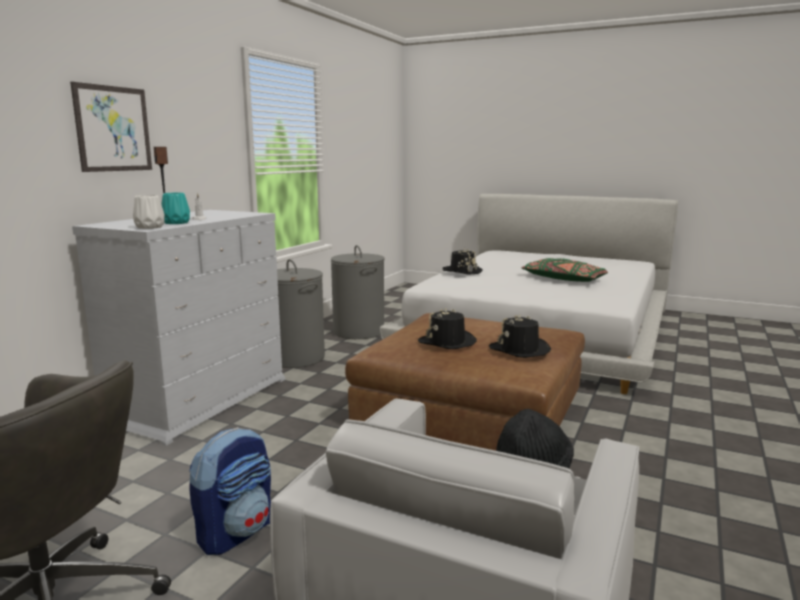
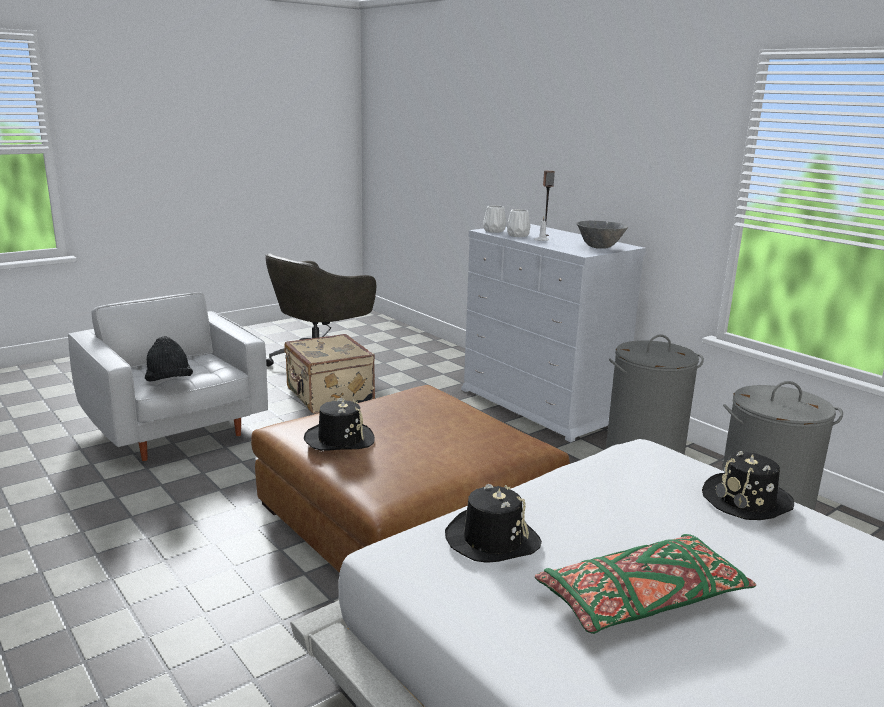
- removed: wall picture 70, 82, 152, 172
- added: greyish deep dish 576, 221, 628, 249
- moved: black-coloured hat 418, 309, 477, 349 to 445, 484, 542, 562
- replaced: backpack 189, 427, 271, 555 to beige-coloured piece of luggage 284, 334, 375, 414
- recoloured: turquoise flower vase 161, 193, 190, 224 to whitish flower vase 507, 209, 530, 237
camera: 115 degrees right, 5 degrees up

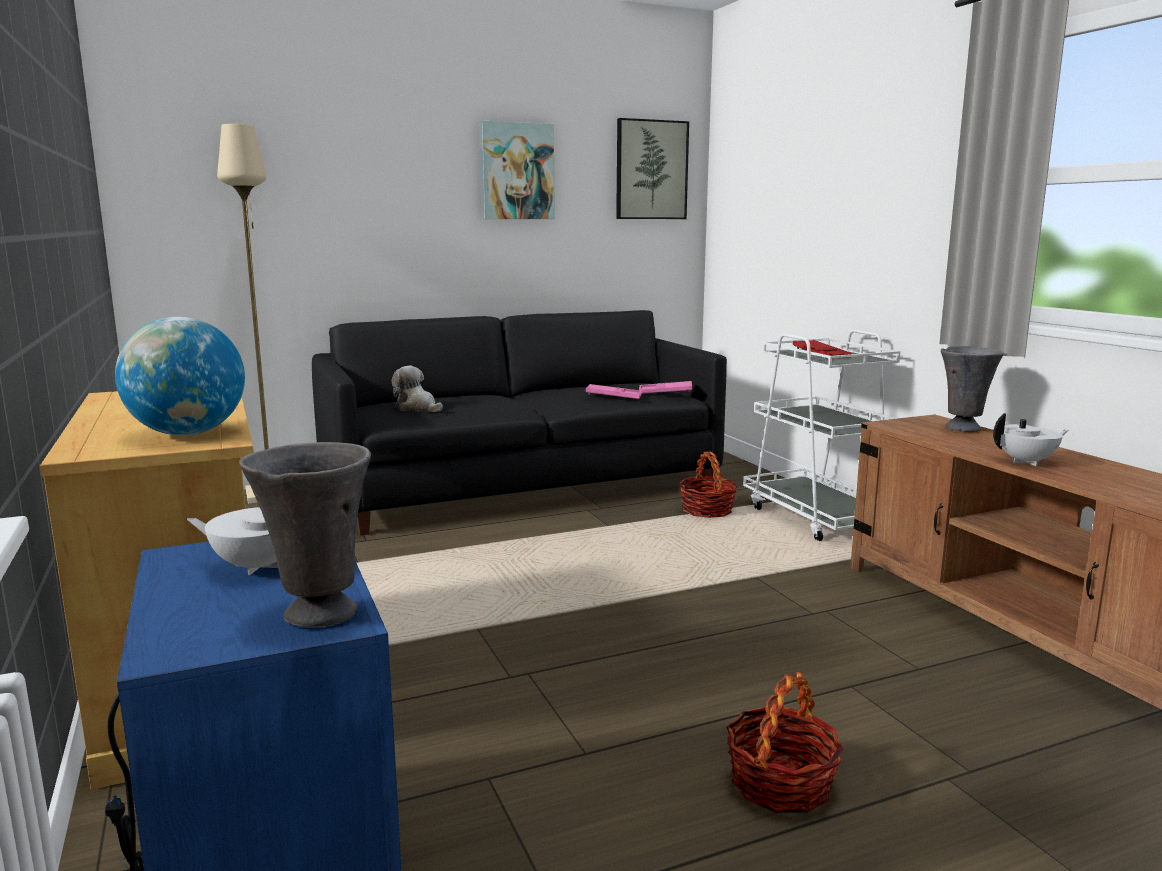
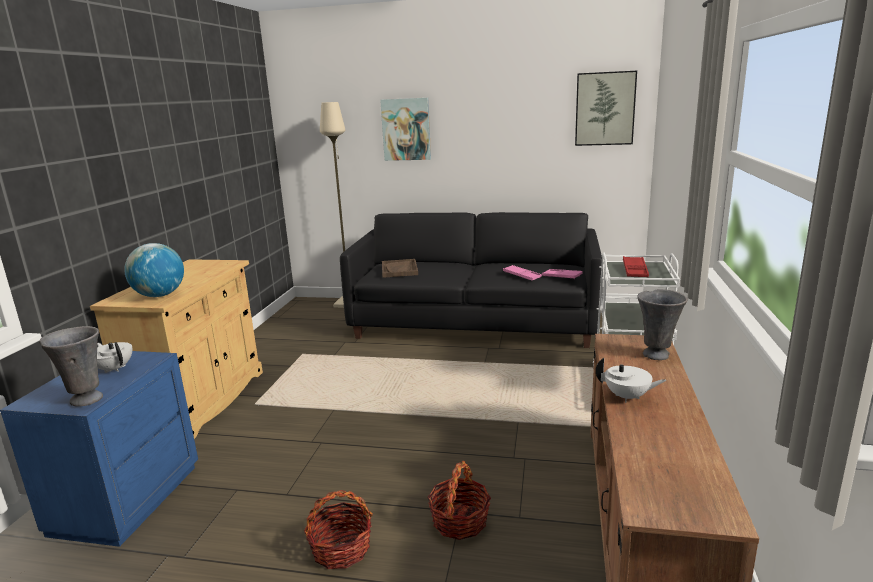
- moved: wall picture 480, 121, 555, 219 to 380, 98, 431, 161
- moved: household basket 679, 451, 738, 518 to 427, 461, 491, 540
- replaced: cuddly toy 392, 366, 443, 412 to brown-coloured carrying tray 382, 259, 418, 278
camera: 35 degrees right, 5 degrees up

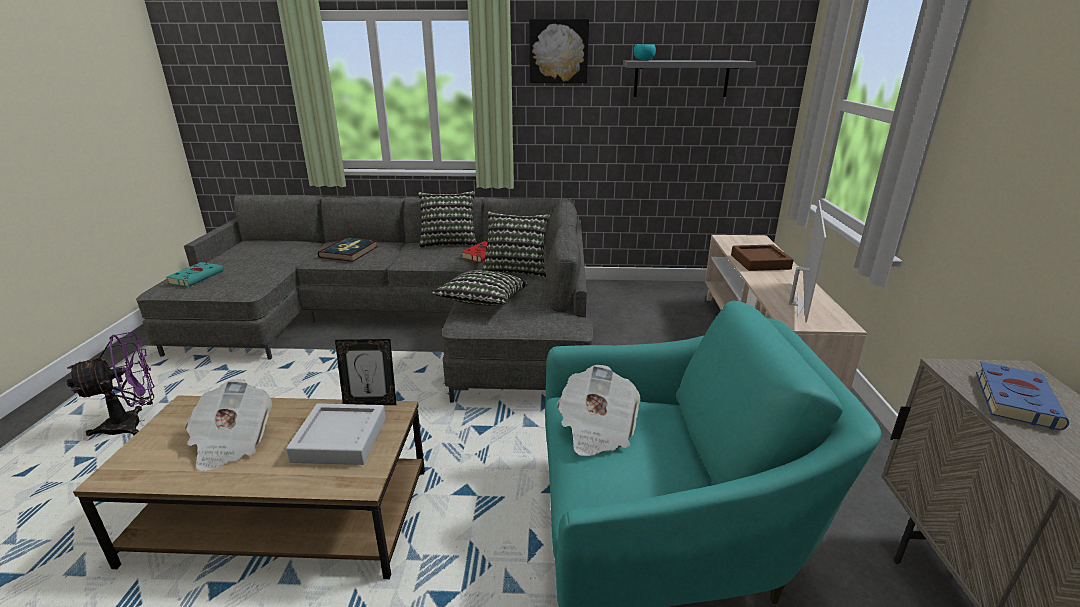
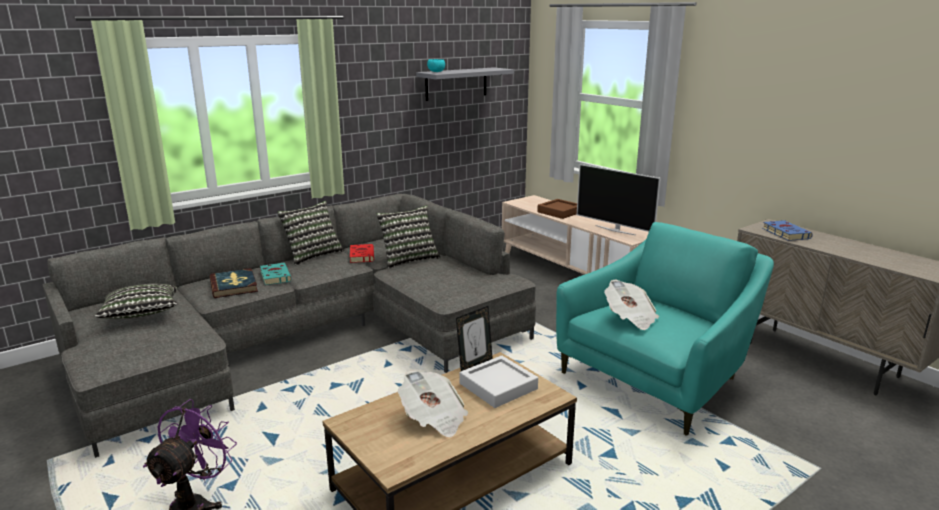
- removed: wall picture 529, 19, 589, 83
- moved: turquoise volume 166, 262, 223, 287 to 260, 263, 292, 285
- moved: cushion 432, 270, 528, 306 to 95, 284, 178, 319
- turned: TV 789, 200, 826, 323 = 577, 164, 661, 235 150 degrees clockwise
camera: 40 degrees left, 5 degrees down

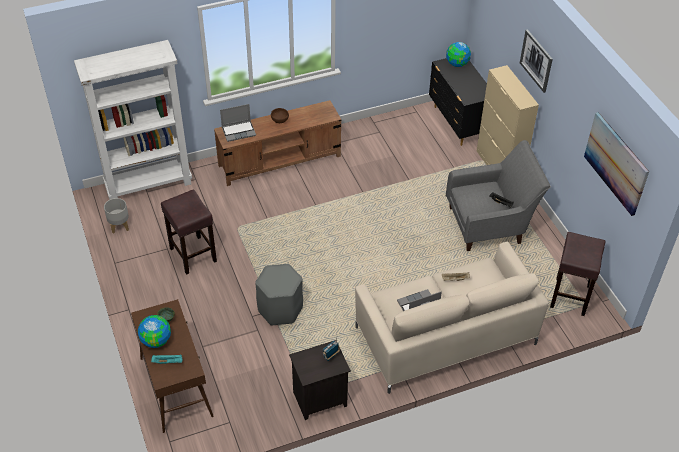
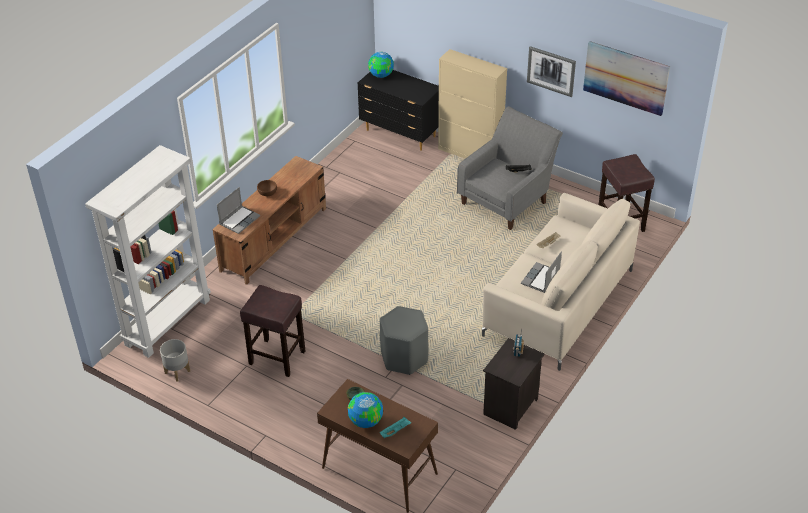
- moved: wall picture 520, 29, 553, 93 to 527, 46, 576, 97
camera: 35 degrees left, 5 degrees down

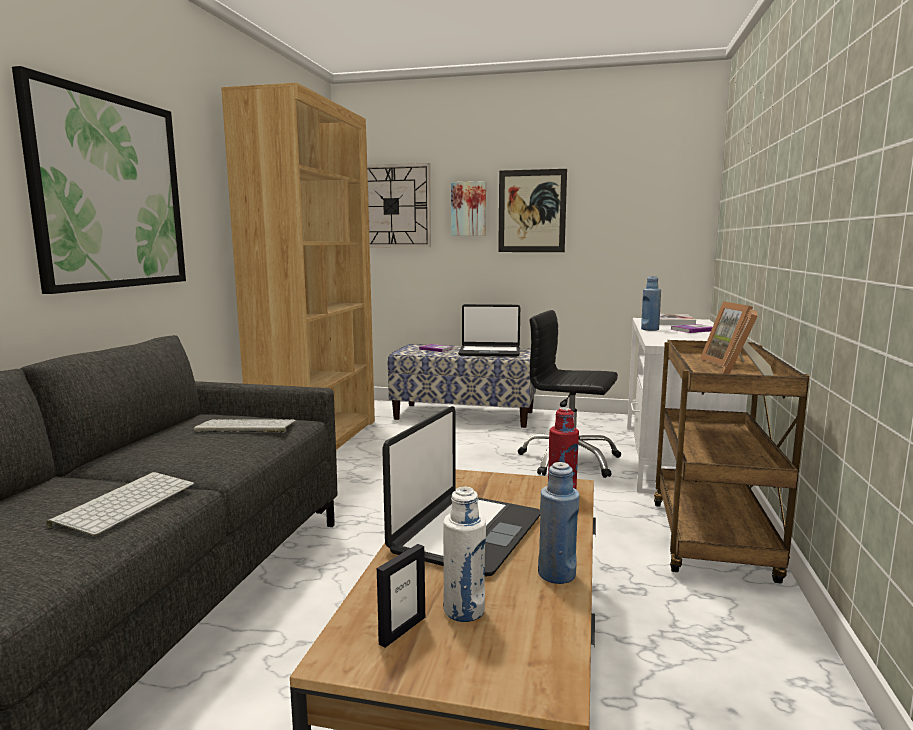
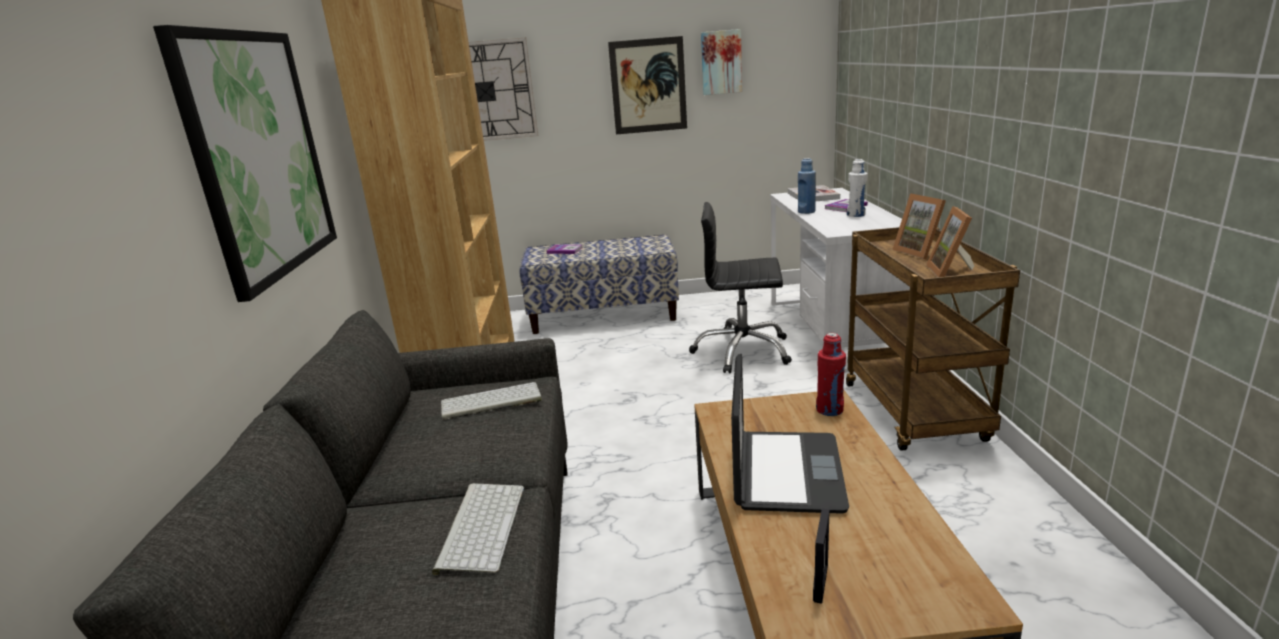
- removed: portable computer 458, 304, 520, 357
- removed: bluish bottle 538, 462, 580, 584
- moved: whitish bottle 443, 487, 486, 622 to 847, 159, 868, 217
- moved: wall picture 451, 181, 486, 236 to 701, 29, 742, 95
camera: 15 degrees left, 10 degrees up

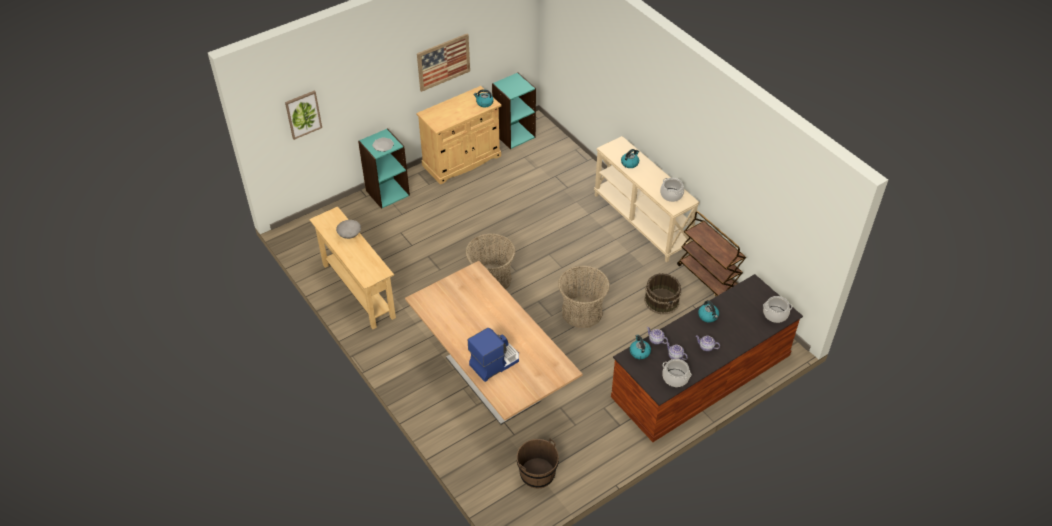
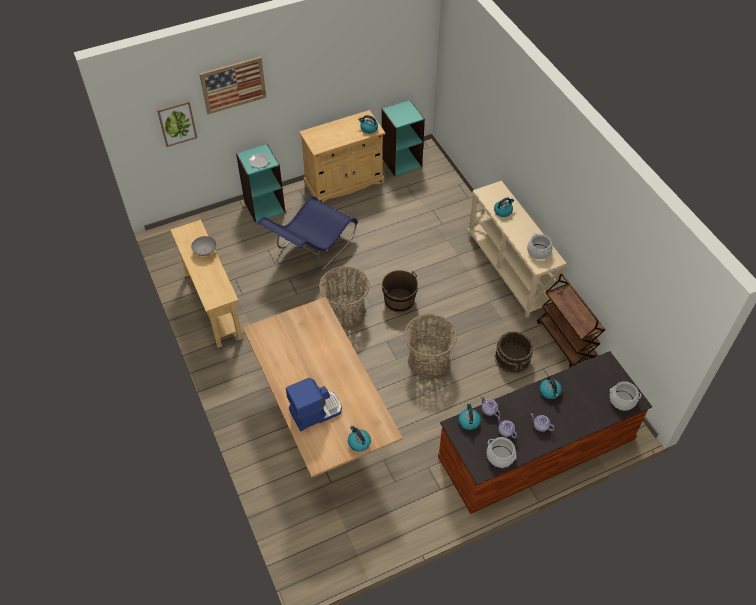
- added: bluish upright chair 257, 197, 358, 271
- added: kettle 348, 425, 371, 452
- moved: wall picture 417, 33, 470, 92 to 199, 56, 266, 114
- moved: brown-coloured pail 517, 439, 559, 489 to 382, 270, 418, 312
camera: 10 degrees right, 5 degrees up

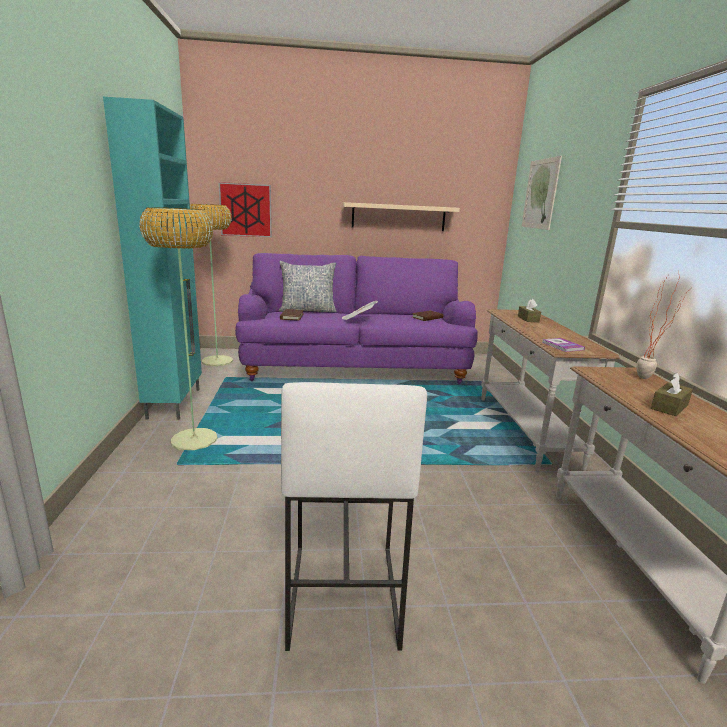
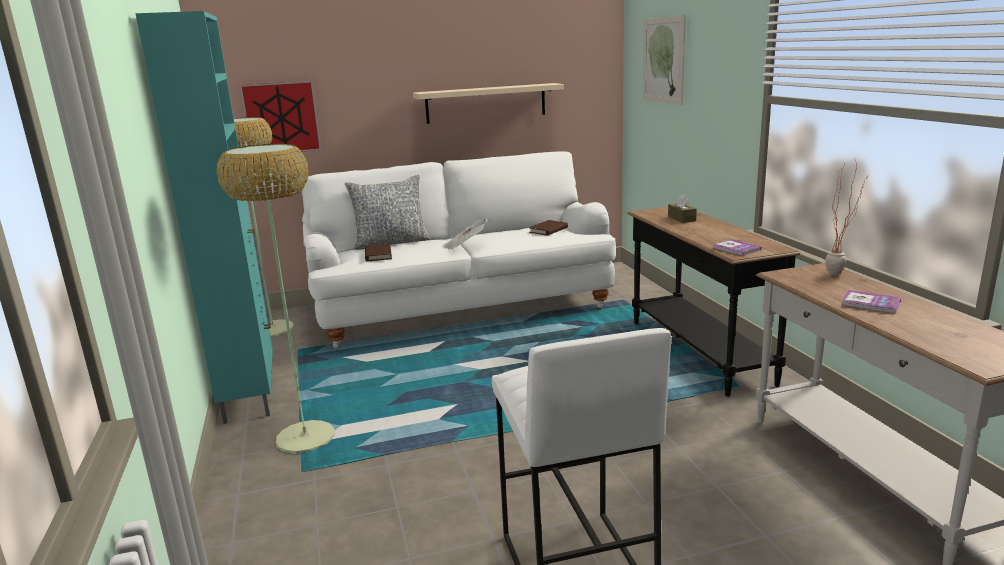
- replaced: brown-coloured tissue box 651, 373, 693, 416 to volume 842, 290, 901, 314
- recoloured: purple couch 235, 253, 478, 384 to whitish couch 302, 151, 616, 349
- recoloured: whitish console table 481, 309, 620, 471 to black-coloured console table 627, 207, 800, 397
camera: 10 degrees left, 0 degrees up

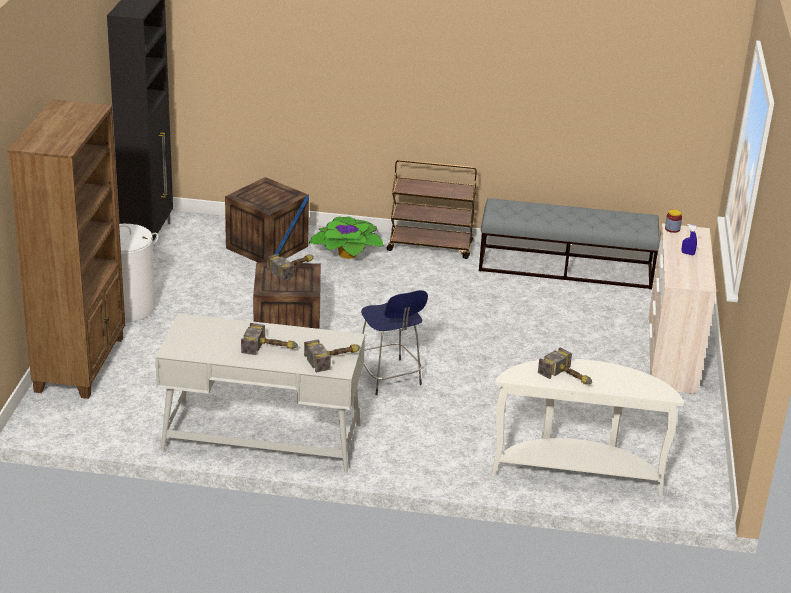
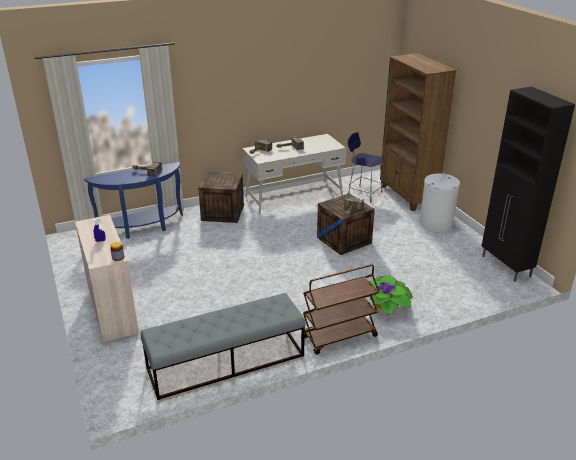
- moved: crate 225, 177, 309, 263 to 198, 171, 244, 223
- moved: bluish stool seat 361, 290, 428, 395 to 348, 132, 383, 202
- recoloured: whitish console table 491, 359, 684, 497 to bluish console table 84, 162, 183, 239
camera: 150 degrees right, 0 degrees up

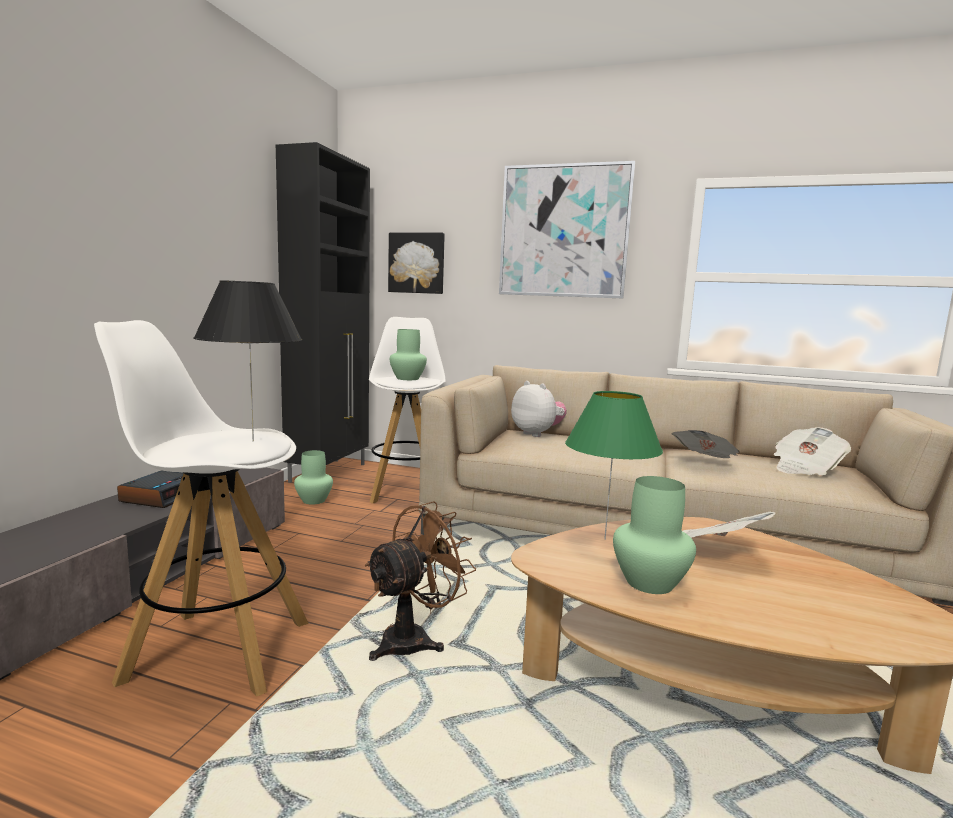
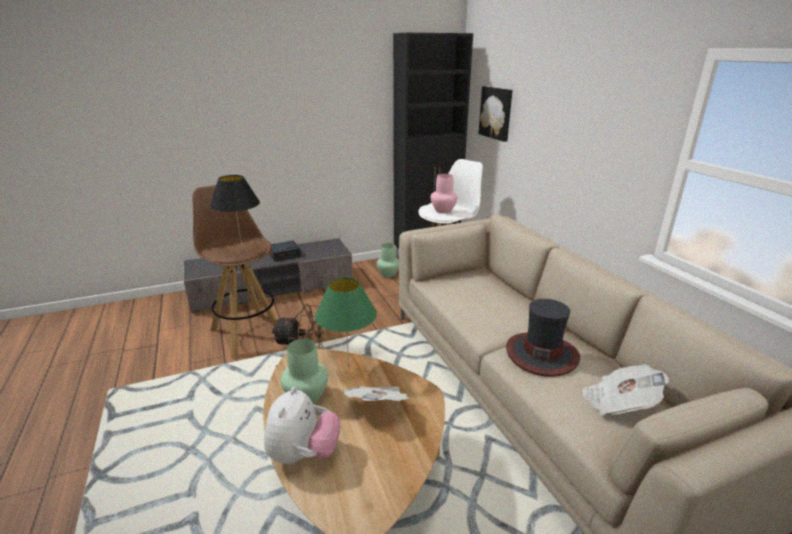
- removed: wall picture 499, 161, 635, 298
- moved: cuddly toy 511, 381, 567, 437 to 264, 387, 341, 464
- replaced: printed paper 672, 430, 740, 458 to hat 506, 299, 580, 377
- recoloured: whitish stool seat 94, 320, 309, 697 to brown-coloured stool seat 192, 185, 277, 359
- recoloured: green-coloured flower vase 390, 329, 427, 380 to pinkish flower vase 431, 174, 458, 213
camera: 50 degrees right, 15 degrees up

